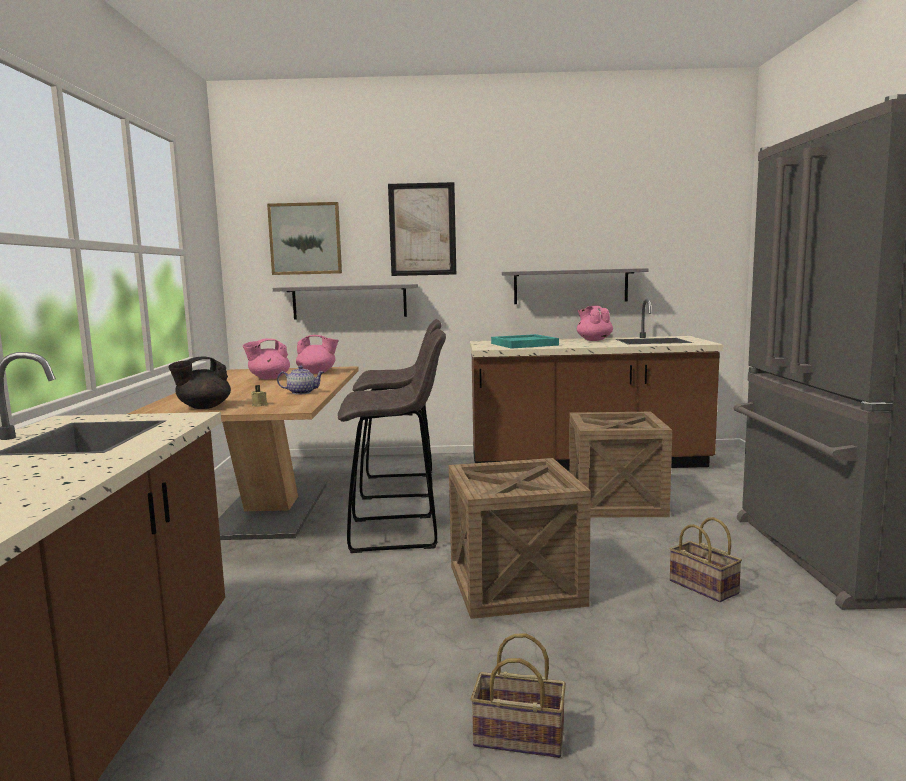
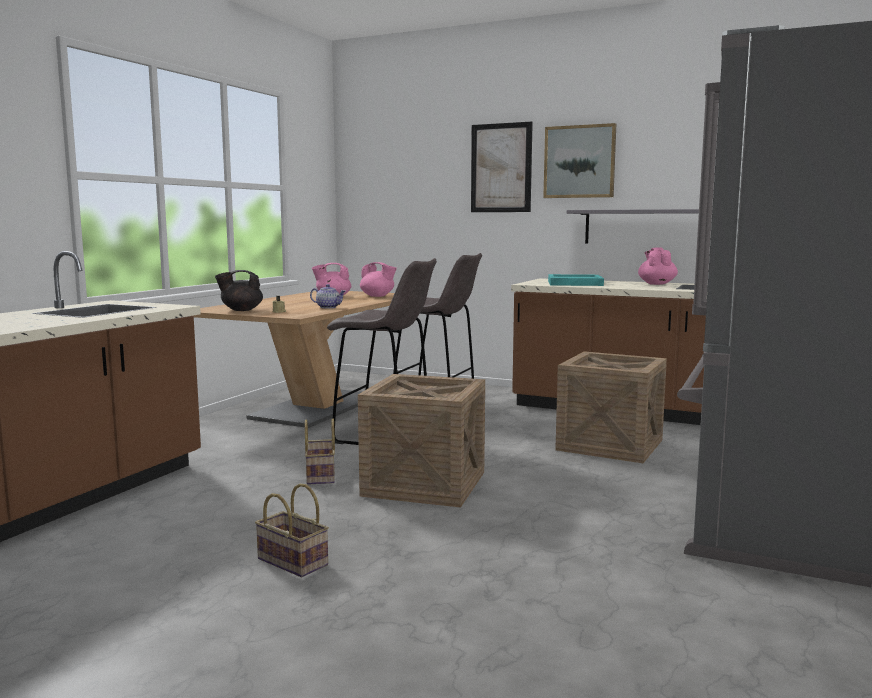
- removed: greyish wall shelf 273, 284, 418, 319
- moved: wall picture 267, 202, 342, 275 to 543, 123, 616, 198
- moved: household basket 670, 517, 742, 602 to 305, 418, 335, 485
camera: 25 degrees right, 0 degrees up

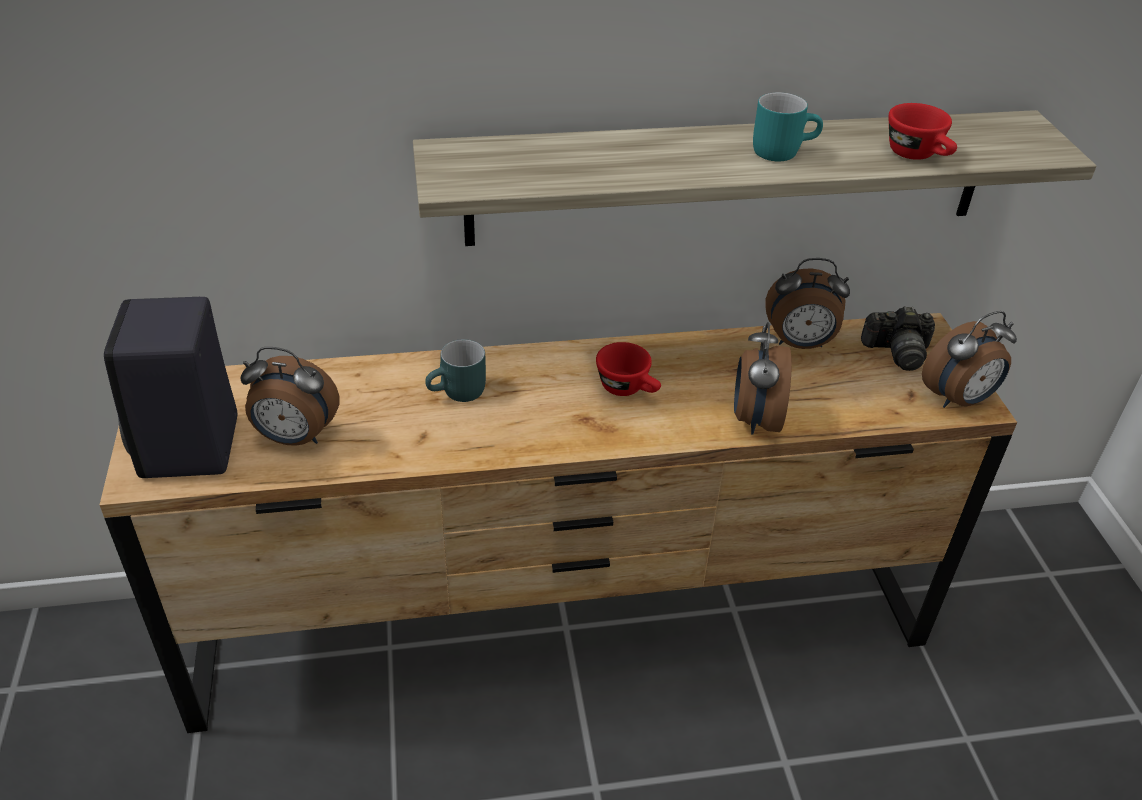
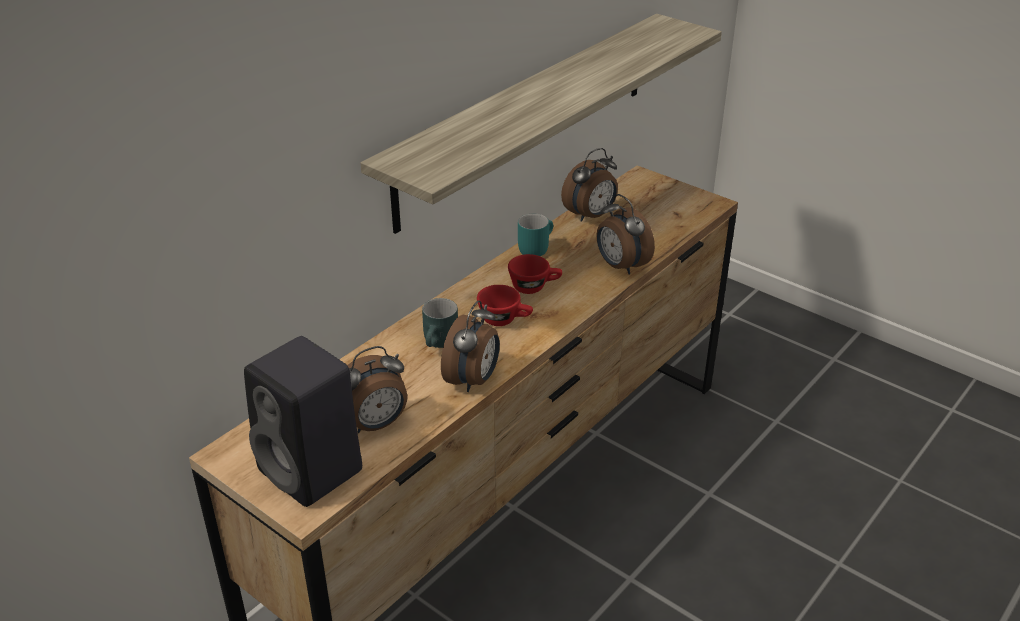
- removed: photo camera 861, 306, 935, 371
- moved: turquoise mug 753, 92, 823, 161 to 518, 214, 553, 256
- moved: red-coloured small cup 889, 103, 957, 160 to 477, 285, 533, 326
- moved: bedside clock 922, 311, 1017, 408 to 441, 300, 500, 392
camera: 40 degrees left, 5 degrees down

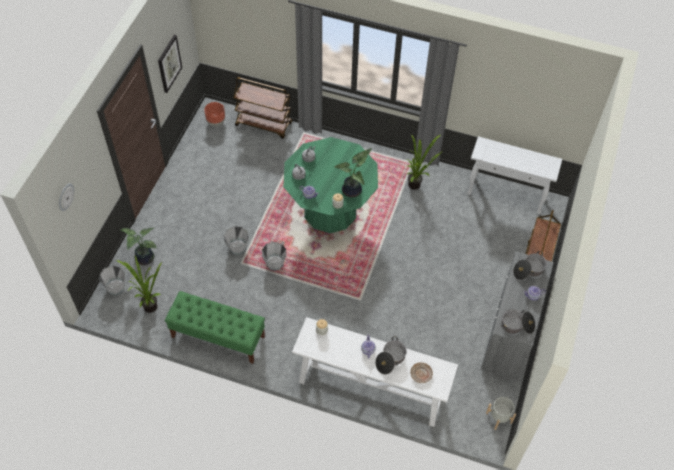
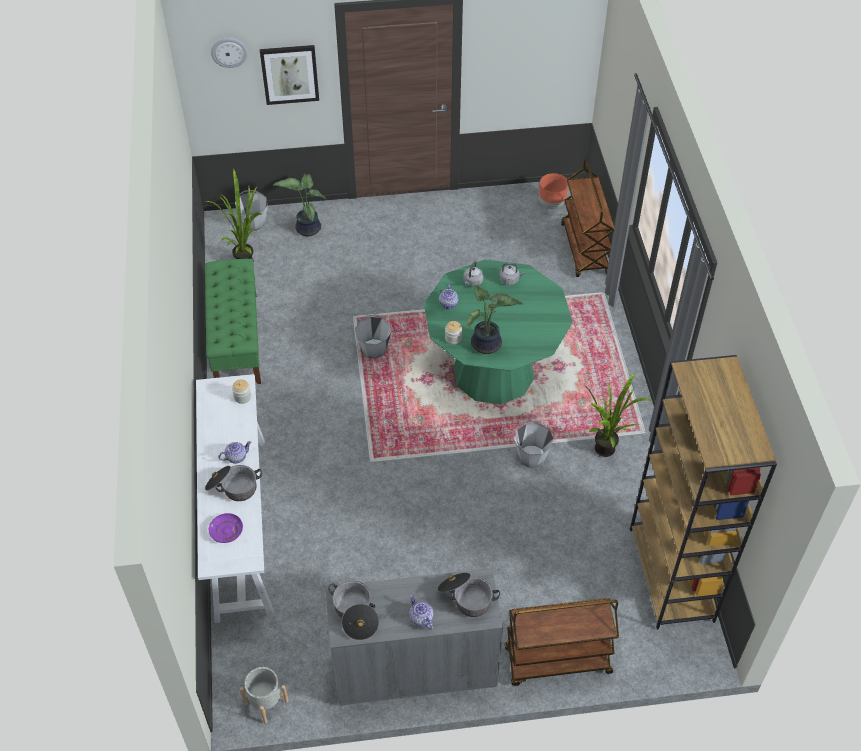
- moved: wall picture 158, 35, 182, 93 to 260, 45, 319, 105
- moved: greyish pail 224, 226, 249, 255 to 514, 421, 554, 468
- replaced: whitish console table 467, 136, 562, 214 to brown-coloured bookshelf 630, 355, 777, 629
- recoloured: beige-coloured flat dish 410, 362, 433, 383 to purple flat dish 209, 513, 243, 543
camera: 65 degrees right, 5 degrees down

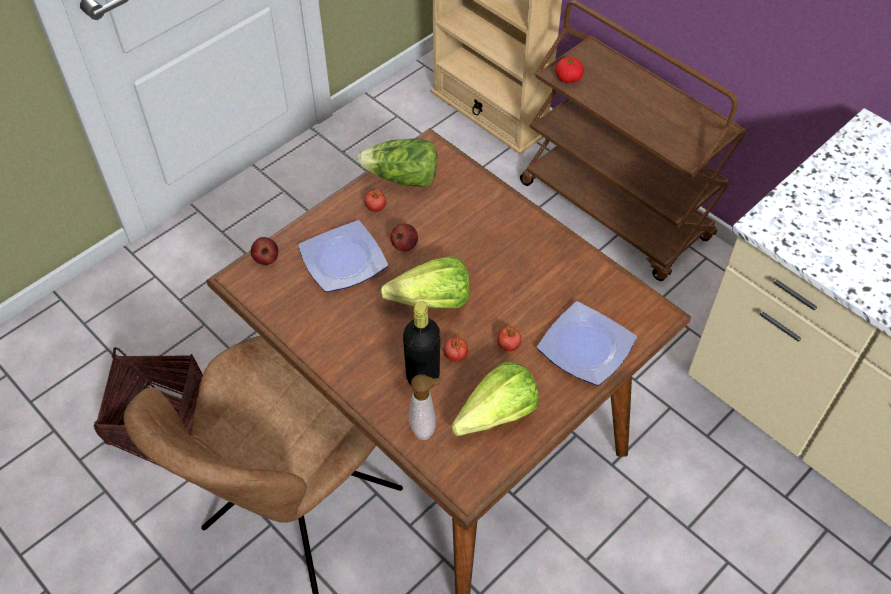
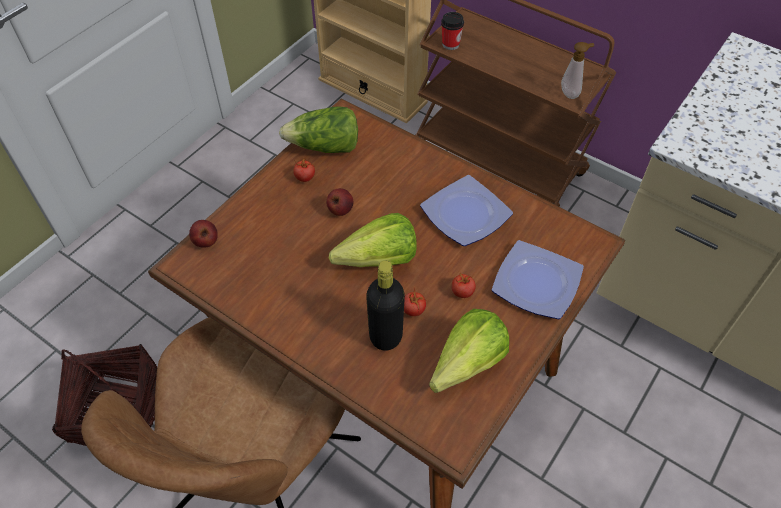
- moved: flat dish 298, 220, 388, 292 to 420, 175, 513, 246
- moved: soap bottle 409, 374, 442, 440 to 561, 42, 594, 99
- replaced: tomato 555, 57, 584, 83 to small cup 441, 12, 464, 50
camera: 10 degrees left, 0 degrees up

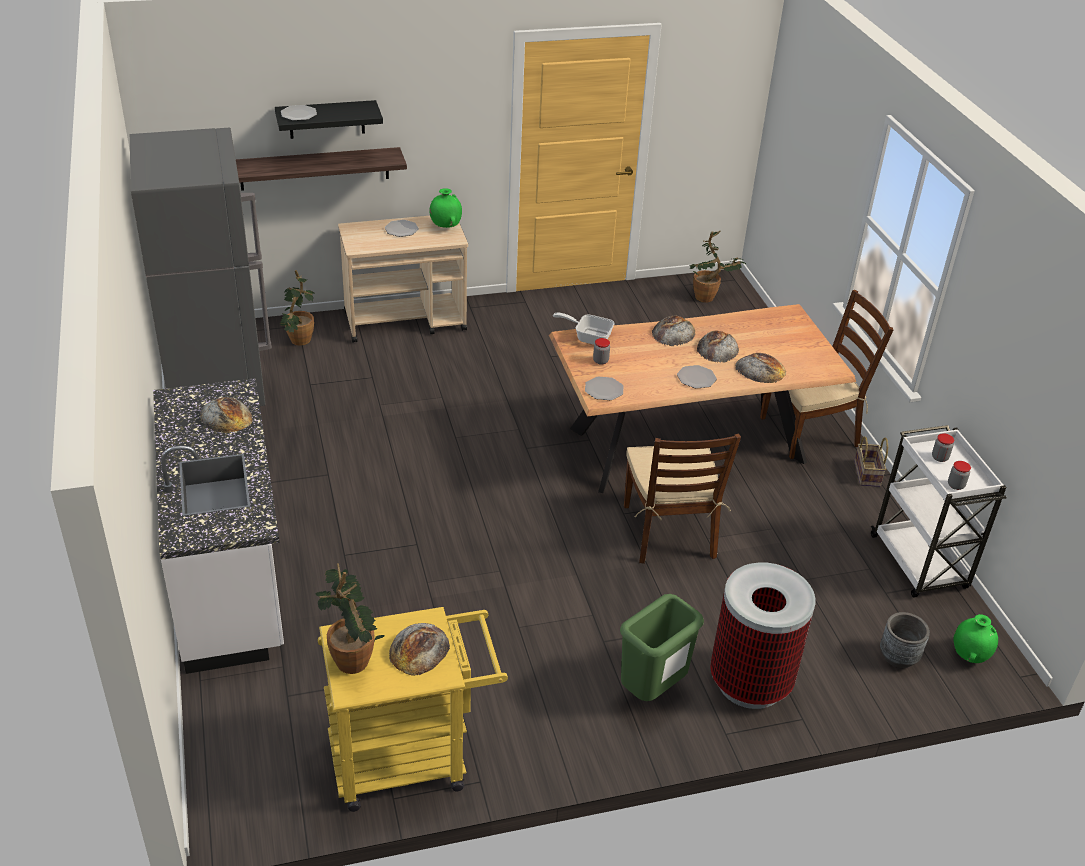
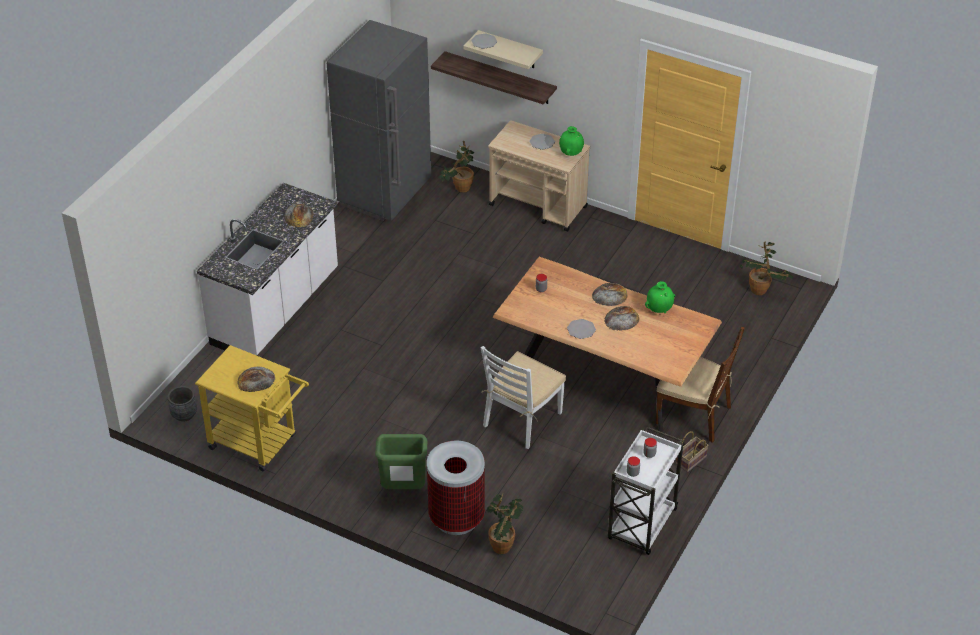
- removed: skillet 553, 313, 615, 345
- removed: flat dish 585, 377, 623, 400
- removed: bread 735, 353, 786, 383
- moved: houseplant 315, 563, 385, 674 to 487, 494, 523, 554
- moved: greyish planter 880, 612, 930, 668 to 168, 386, 197, 422
- moved: green-coloured flower vase 954, 614, 998, 663 to 645, 281, 675, 313
- recoloured: black-coloured wall shelf 275, 100, 383, 139 to beige-coloured wall shelf 463, 30, 543, 69
- recoloured: brown-coloured upright chair 624, 433, 741, 564 to whitish upright chair 480, 346, 566, 449
camera: 45 degrees right, 5 degrees up

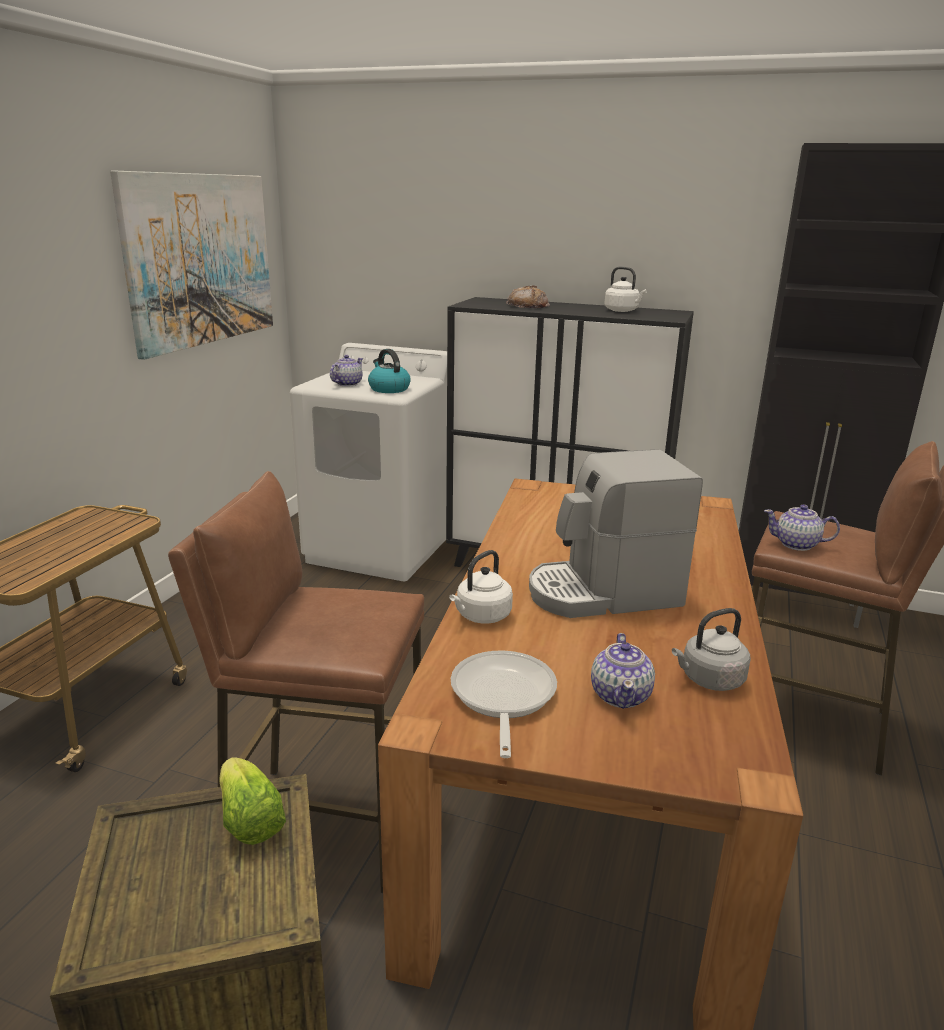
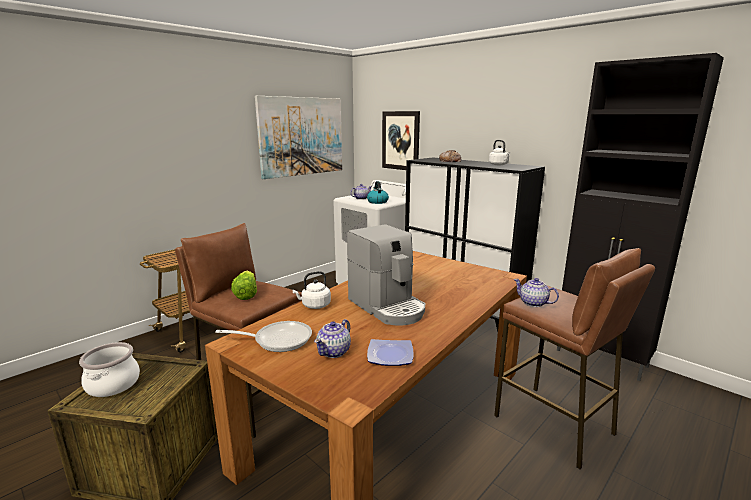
- added: cooking pot 79, 342, 140, 397
- added: wall picture 382, 111, 420, 170
- moved: head of lettuce 219, 757, 286, 845 to 231, 271, 257, 300
- replaced: greyish kettle 672, 608, 751, 691 to flat dish 367, 339, 414, 366
- turned: skillet 451, 651, 557, 758 = 215, 321, 312, 352 60 degrees clockwise
- turned: coffee machine 529, 449, 703, 618 = 347, 224, 425, 325 135 degrees counterclockwise
camera: 25 degrees right, 5 degrees down

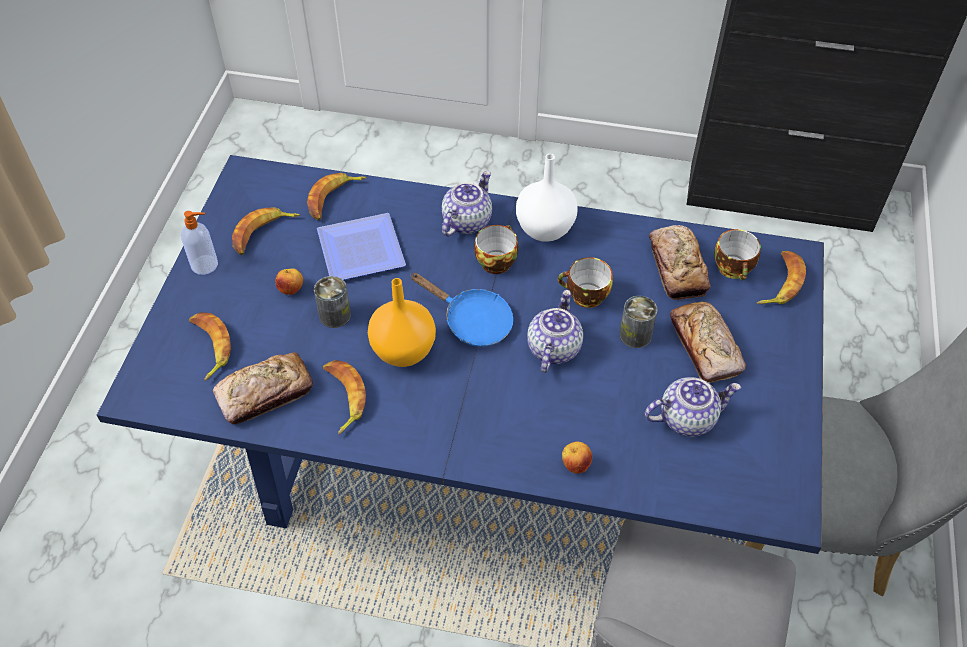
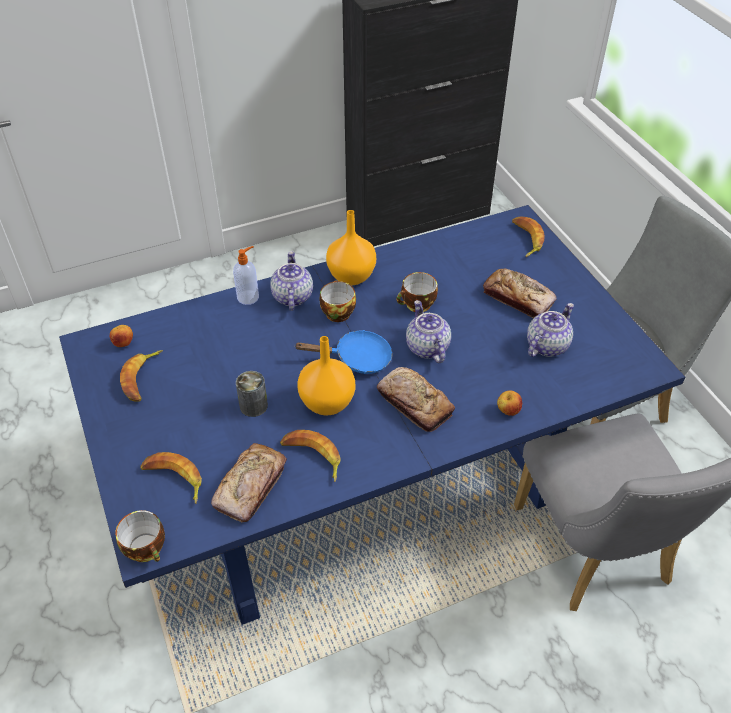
- removed: whole banana 307, 173, 367, 220
- removed: flat dish 317, 213, 406, 280
- removed: sealed can 620, 296, 657, 348
- moved: soap bottle 181, 211, 218, 275 to 233, 246, 259, 305
- moved: apple fruit 275, 268, 303, 295 to 110, 325, 133, 347
- moved: bread 649, 225, 710, 300 to 377, 367, 455, 432
- moved: small cup 714, 229, 761, 280 to 115, 510, 165, 562
- recoloured: whitish flower vase 516, 154, 577, 242 to orange-coloured flower vase 326, 210, 376, 285
camera: 35 degrees left, 5 degrees down

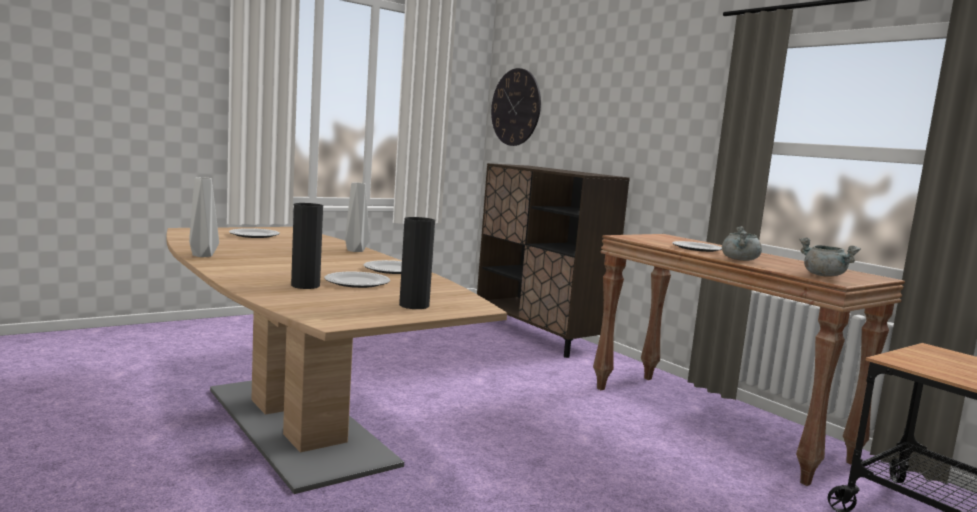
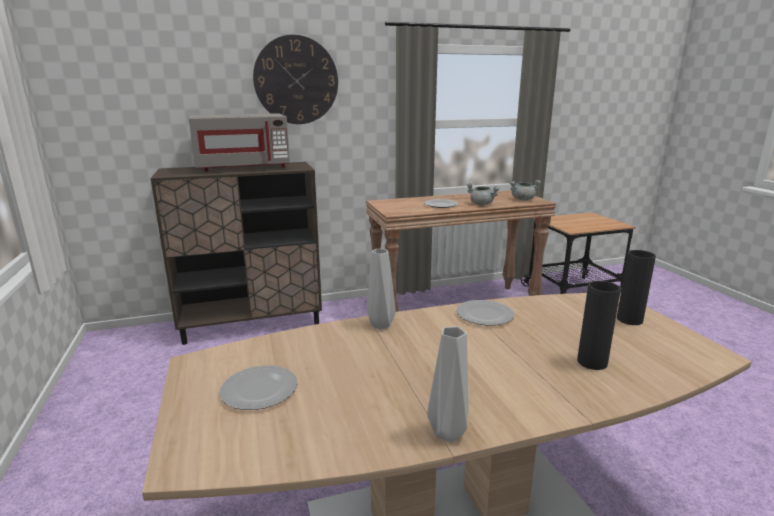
- removed: flat dish 324, 272, 390, 288
- added: greyish kitchen microwave 189, 113, 290, 172
- moved: clock on the wall 491, 68, 541, 146 to 253, 35, 338, 124
camera: 70 degrees left, 10 degrees up

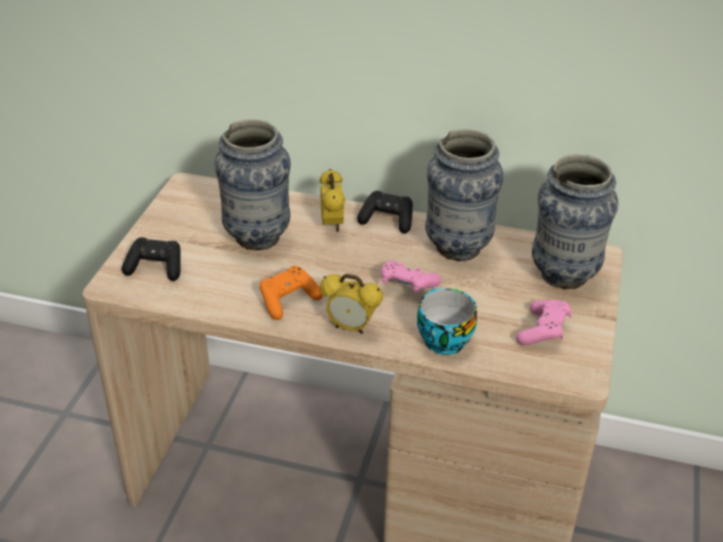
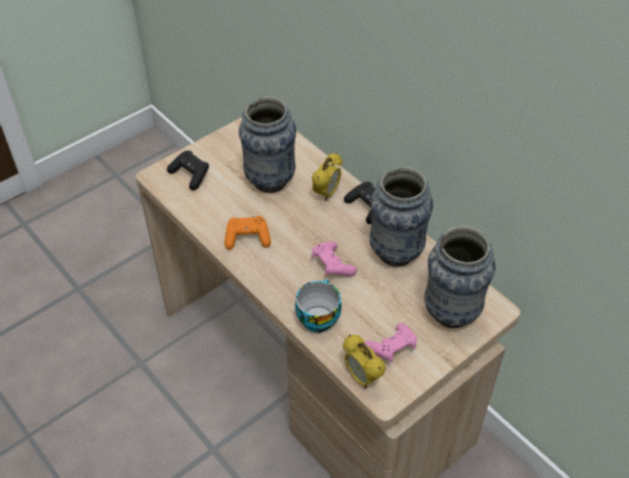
- moved: bedside clock 320, 274, 383, 334 to 343, 335, 386, 388
camera: 35 degrees right, 10 degrees up

